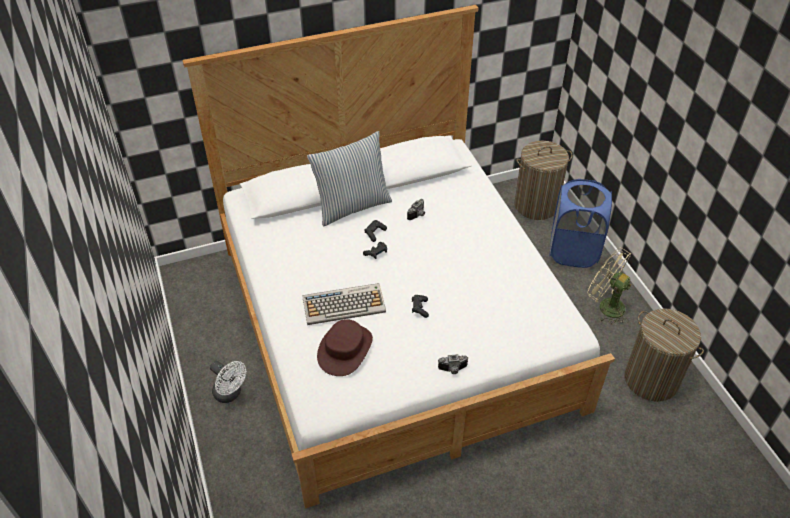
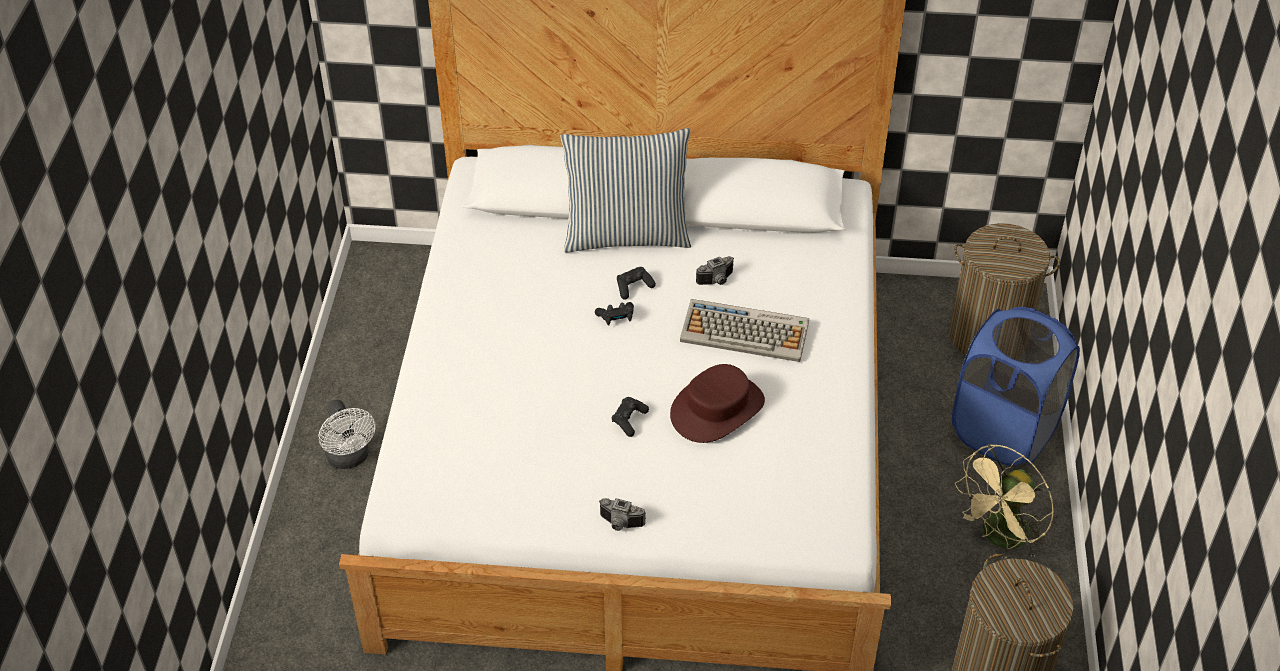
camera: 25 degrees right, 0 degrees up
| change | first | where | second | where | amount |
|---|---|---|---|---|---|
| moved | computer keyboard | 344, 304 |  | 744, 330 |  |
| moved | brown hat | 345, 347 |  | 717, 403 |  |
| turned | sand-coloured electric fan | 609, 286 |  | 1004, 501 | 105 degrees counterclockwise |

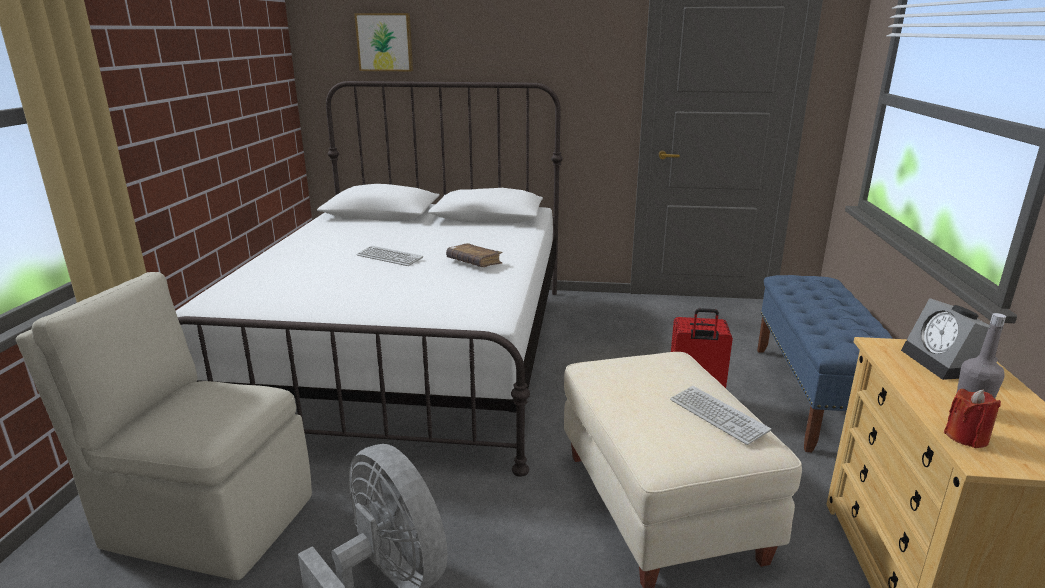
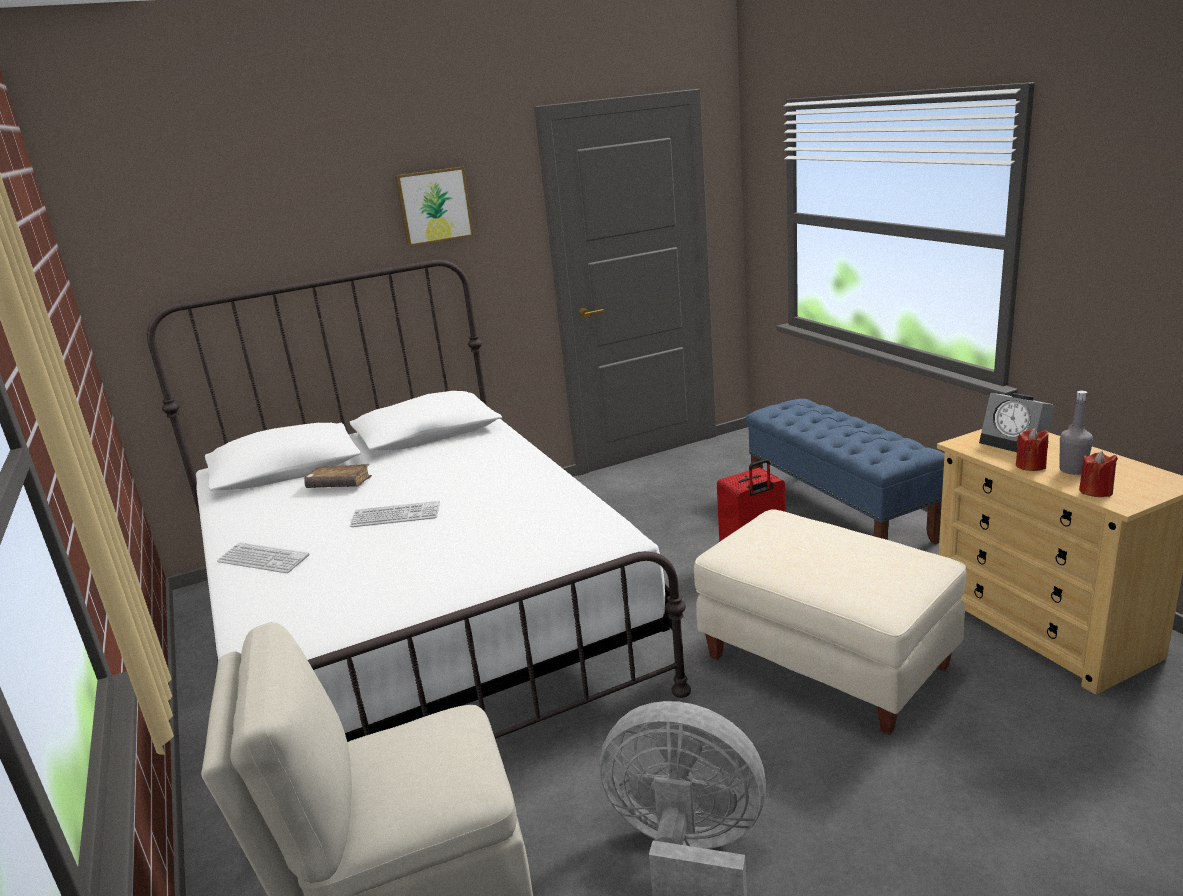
camera: 30 degrees left, 0 degrees up
| change | first | where | second | where | amount |
|---|---|---|---|---|---|
| added |  |  | red candle | 1032, 449 |  |
| moved | wall art | 383, 42 |  | 434, 206 |  |
| moved | brown bound book | 474, 255 |  | 338, 476 |  |
| moved | computer keyboard | 720, 415 |  | 263, 557 |  |

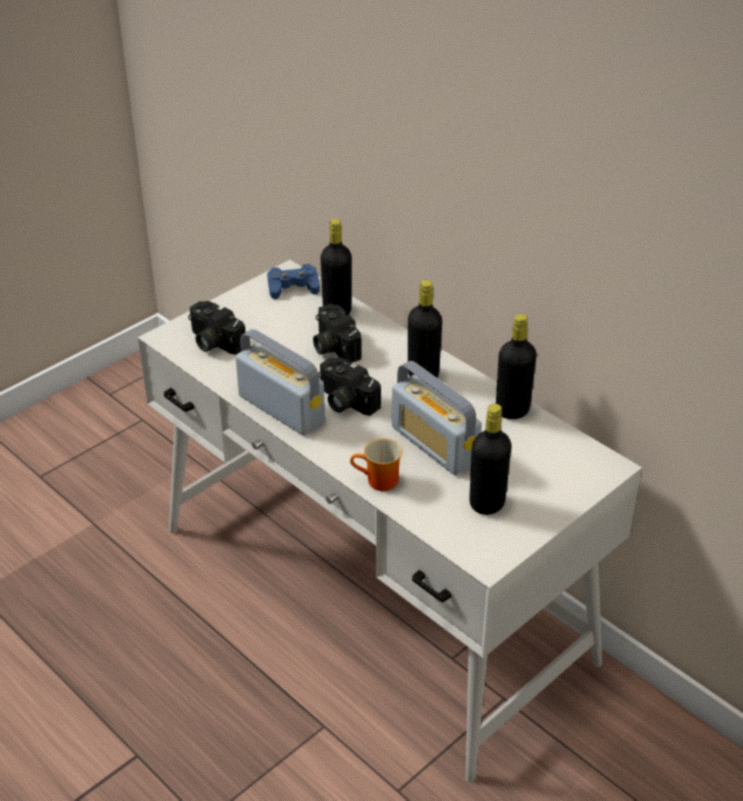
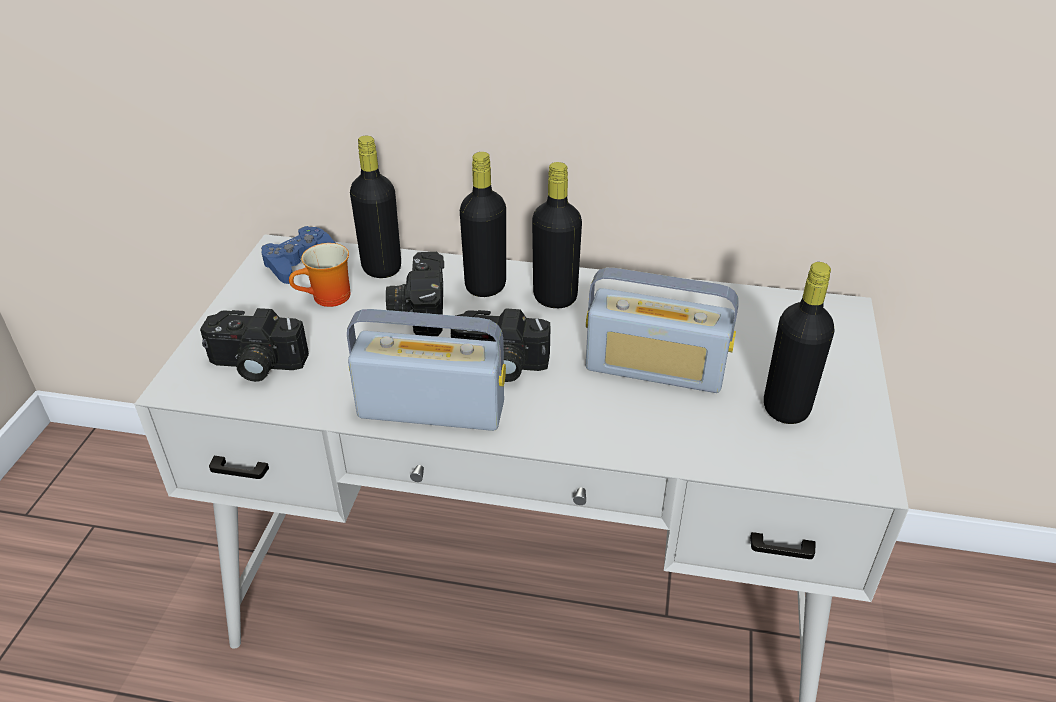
camera: 35 degrees left, 0 degrees up
| change | first | where | second | where | amount |
|---|---|---|---|---|---|
| moved | mug | 376, 464 |  | 320, 275 |  |
| moved | black beverage bottle | 516, 366 |  | 483, 224 |  |
| turned | still camera | 337, 333 |  | 415, 294 | 60 degrees clockwise |

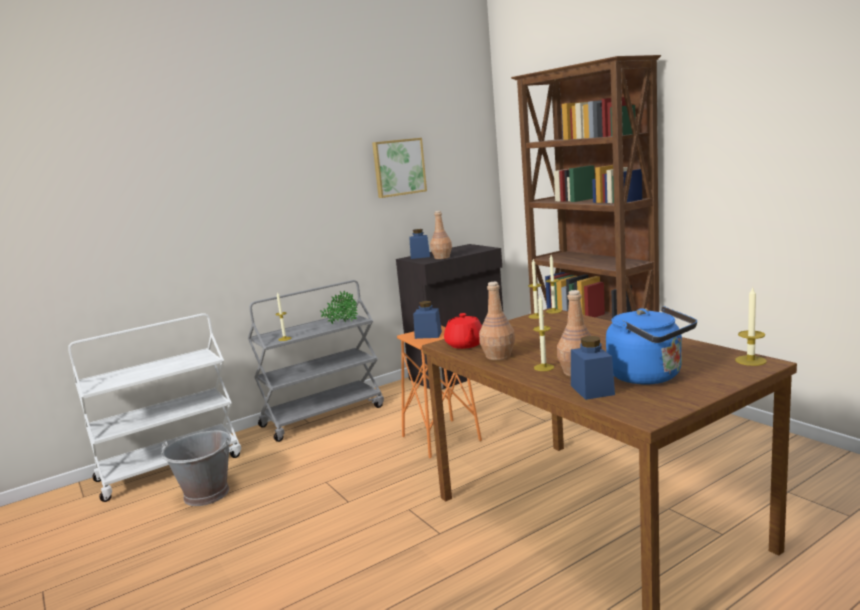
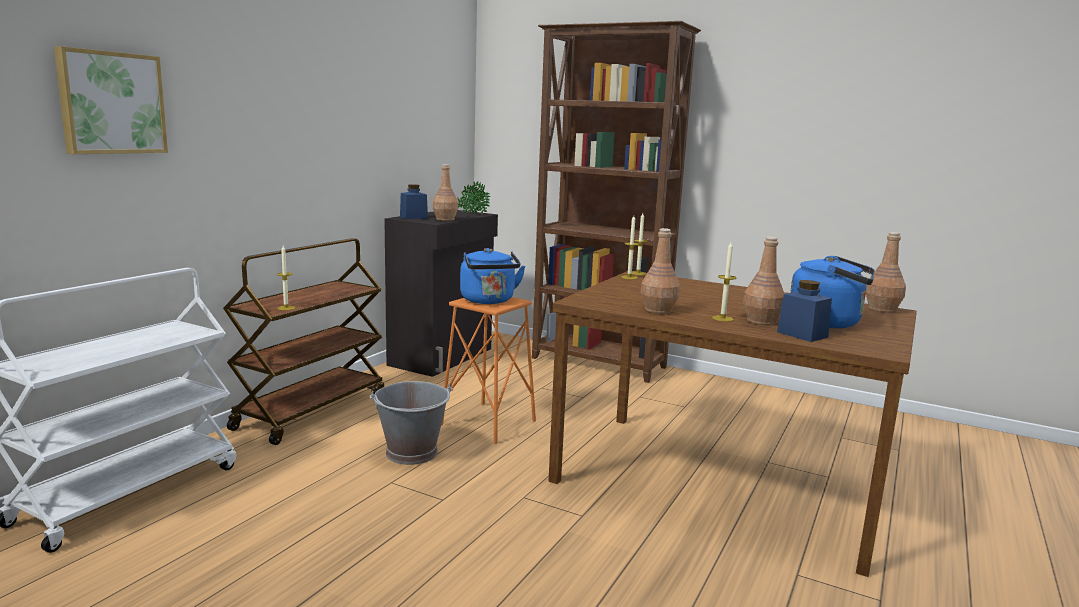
camera: 30 degrees left, 0 degrees up
| change | first | where | second | where | amount |
|---|---|---|---|---|---|
| removed | red pot for tea | 463, 331 |  |  |  |
| moved | greyish bucket | 196, 468 |  | 411, 423 |  |
| moved | potted plant | 339, 307 |  | 473, 198 |  |
| moved | wall art | 399, 168 |  | 111, 100 |  |
| replaced | blue jar | 427, 320 | blue kettle | 493, 276 |  |
| replaced | candle | 751, 327 | brown beverage bottle | 886, 272 |  |
| recoloured | greyish cart | 316, 361 | brown cart | 303, 341 |  |

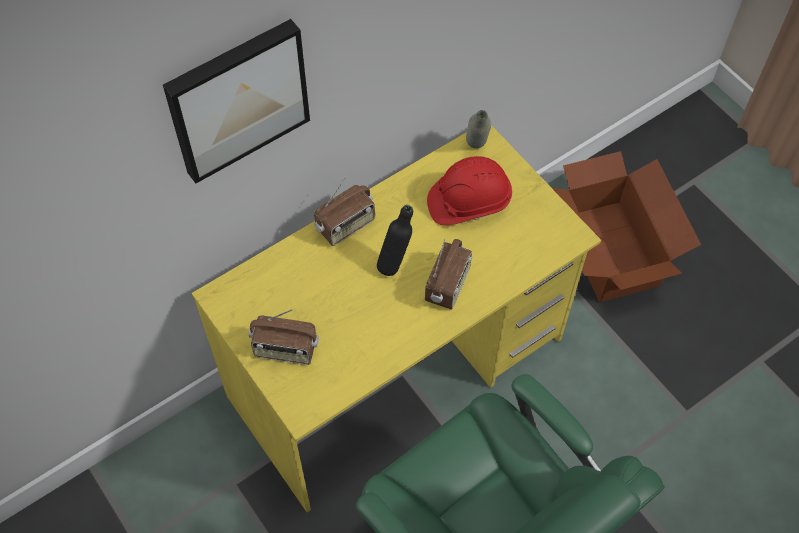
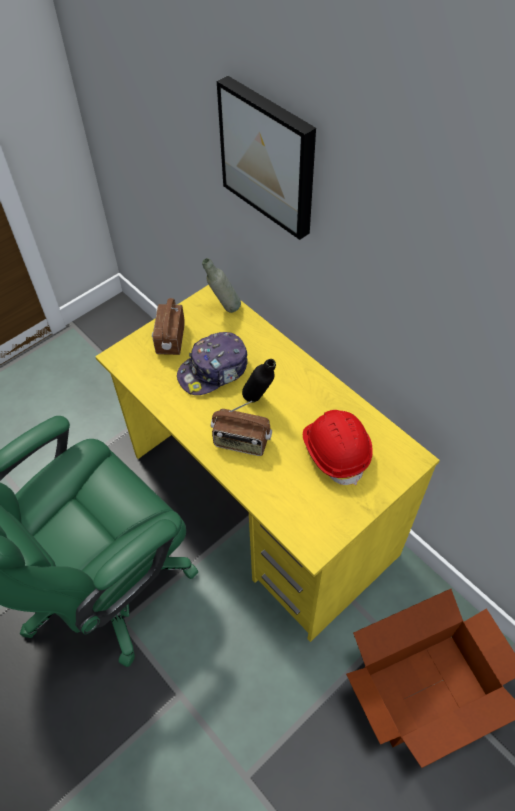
camera: 85 degrees right, 5 degrees down
| change | first | where | second | where | amount |
|---|---|---|---|---|---|
| removed | radio | 344, 211 |  |  |  |
| added |  |  | baseball cap | 212, 363 |  |
| moved | greyish beverage bottle | 478, 129 |  | 221, 285 |  |

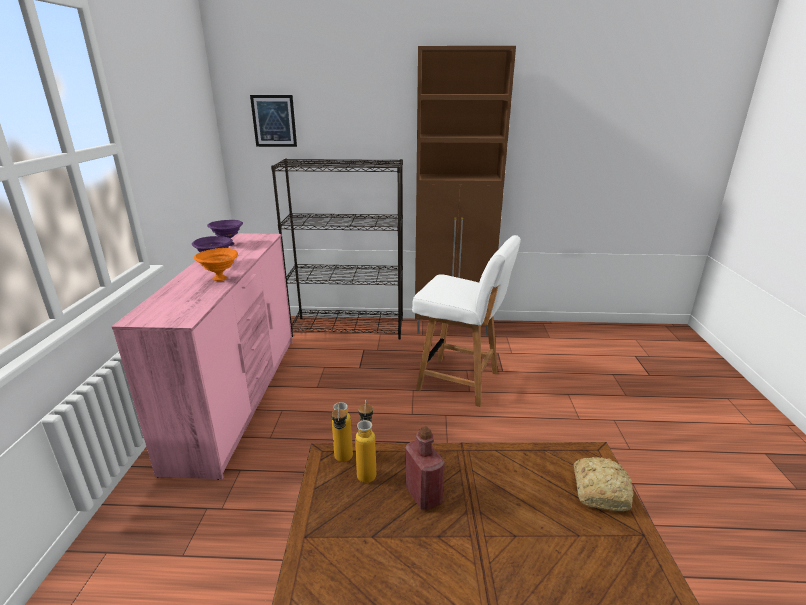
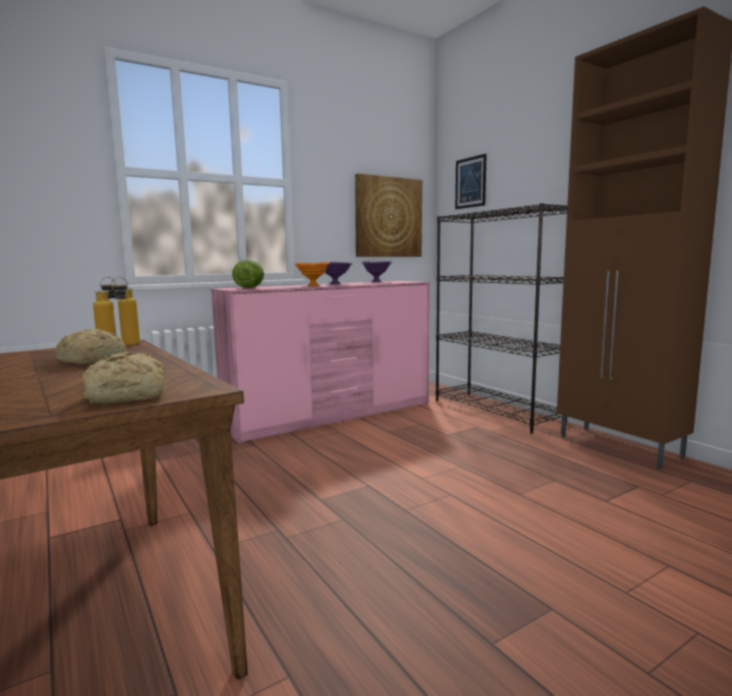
camera: 55 degrees right, 15 degrees down
| change | first | where | second | where | amount |
|---|---|---|---|---|---|
| removed | whitish chair | 466, 321 |  |  |  |
| added |  |  | lettuce head | 248, 273 |  |
| added |  |  | wall art | 388, 215 |  |
| replaced | red beverage bottle | 425, 468 | bread | 91, 346 |  |

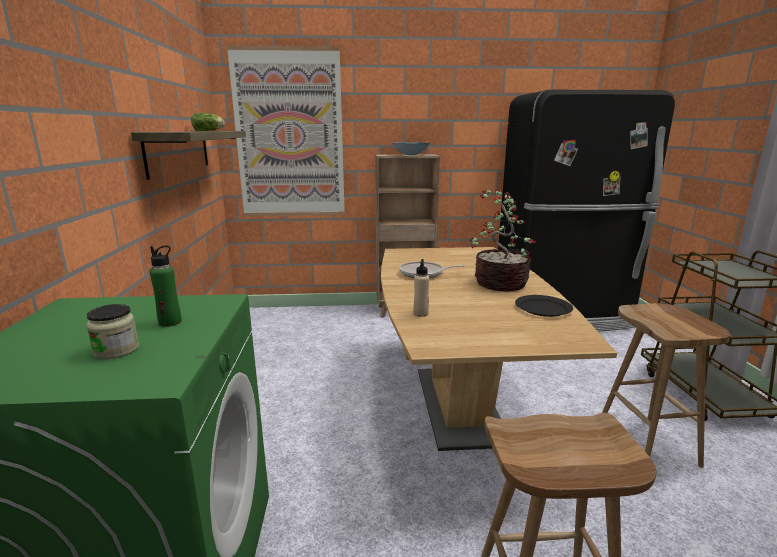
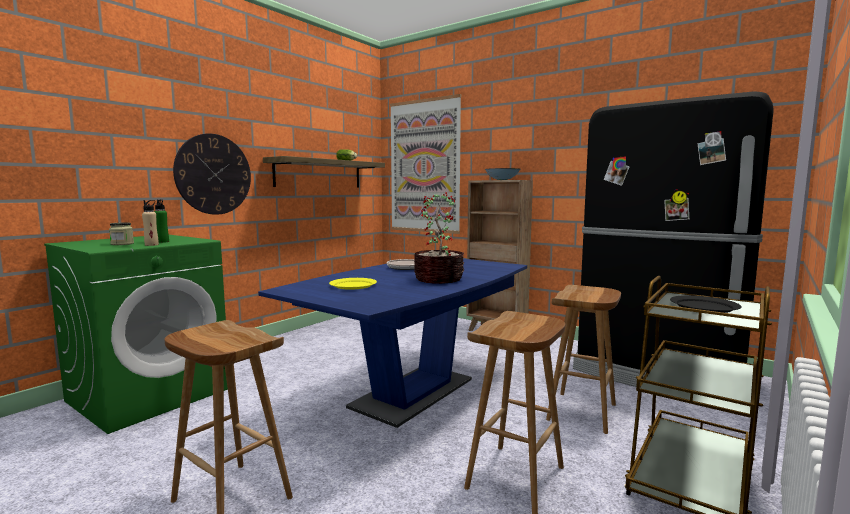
camera: 40 degrees right, 10 degrees down
| change | first | where | second | where | amount |
|---|---|---|---|---|---|
| added |  |  | hanging clock | 212, 174 |  |
| added |  |  | yellow dinner plate | 353, 284 |  |
| added |  |  | brown sitting stool | 583, 359 |  |
| moved | sand-coloured beverage bottle | 421, 288 |  | 150, 223 |  |
| moved | black dinner plate | 544, 306 |  | 706, 304 |  |
| recoloured | brown dining table | 499, 349 | blue dining table | 392, 343 |  |

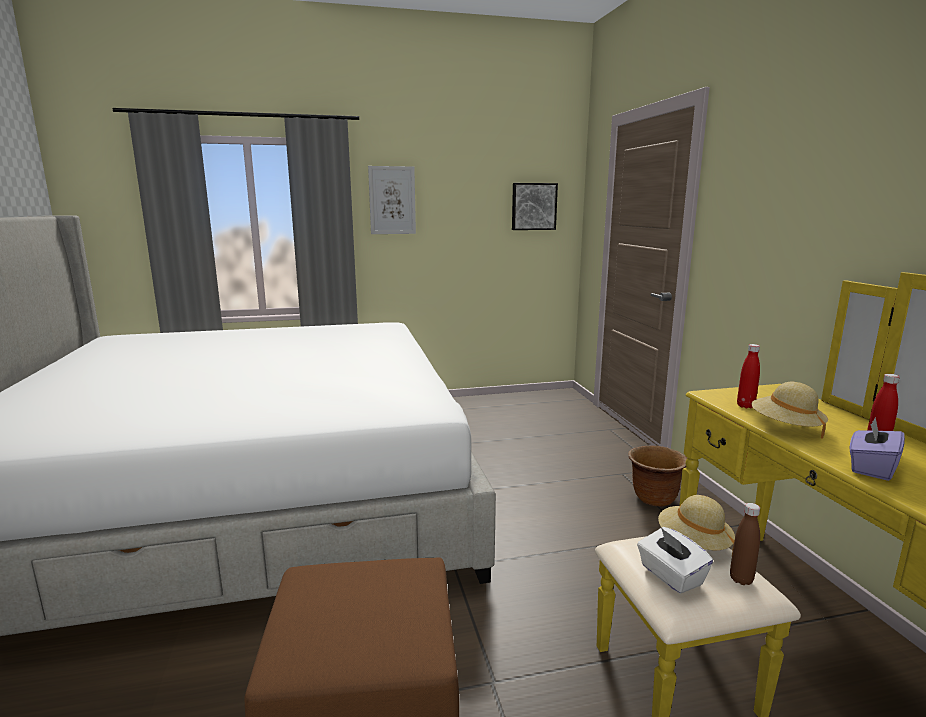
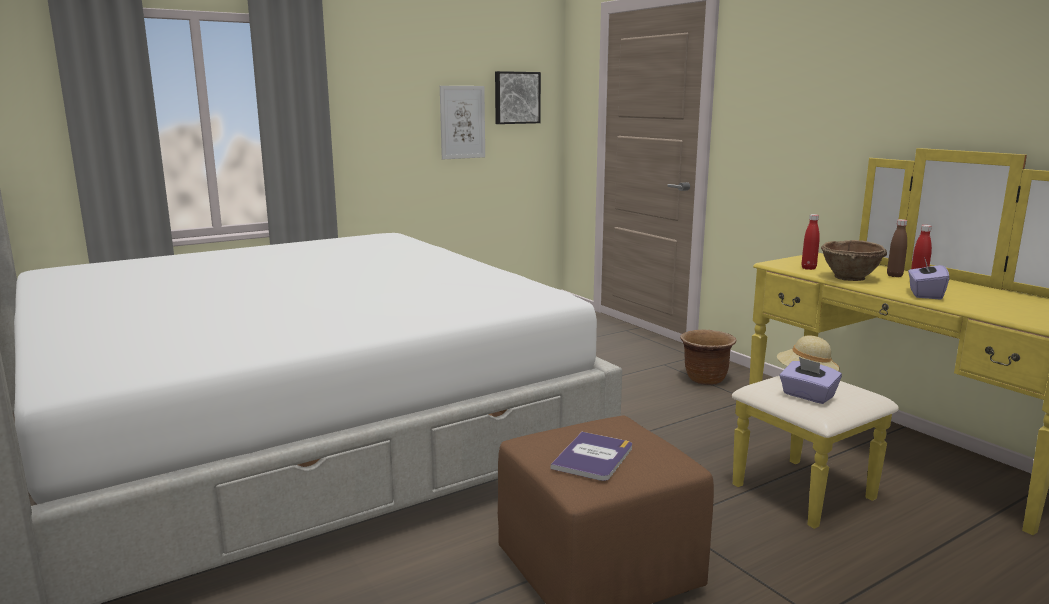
camera: 20 degrees left, 0 degrees up
| change | first | where | second | where | amount |
|---|---|---|---|---|---|
| added |  |  | bound book | 591, 456 |  |
| moved | wall art | 392, 200 |  | 462, 122 |  |
| moved | brown beverage bottle | 745, 544 |  | 897, 248 |  |
| replaced | sand-coloured hat | 789, 410 | brown bowl | 854, 260 |  |
| recoloured | whitish tissue box | 675, 560 | purple-coloured tissue box | 811, 380 |  |

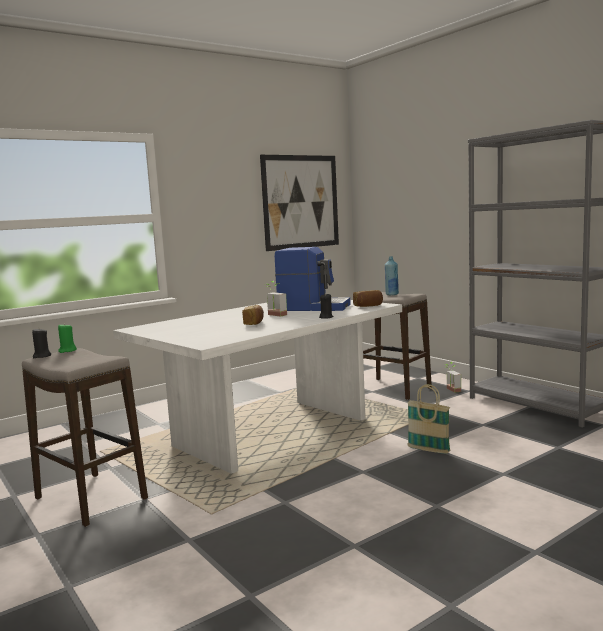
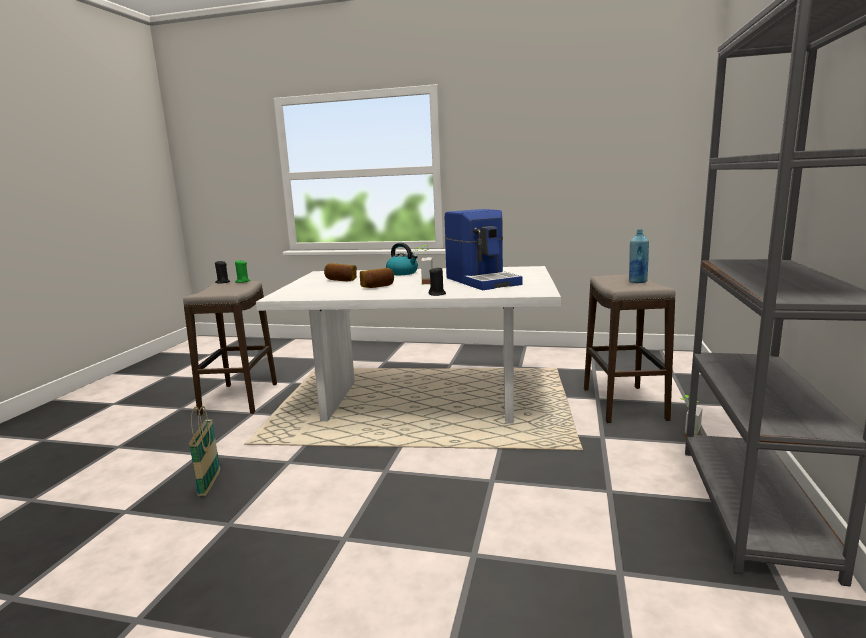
camera: 50 degrees right, 5 degrees up
| change | first | where | second | where | amount |
|---|---|---|---|---|---|
| removed | wall art | 299, 203 |  |  |  |
| added |  |  | kettle | 402, 259 |  |
| moved | bread | 368, 298 |  | 340, 272 |  |
| moved | household basket | 428, 419 |  | 204, 451 |  |

